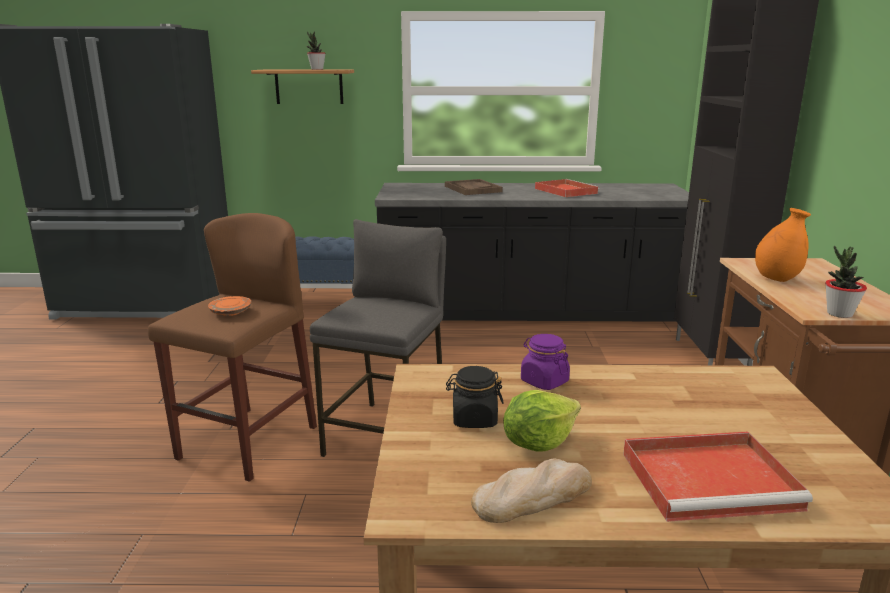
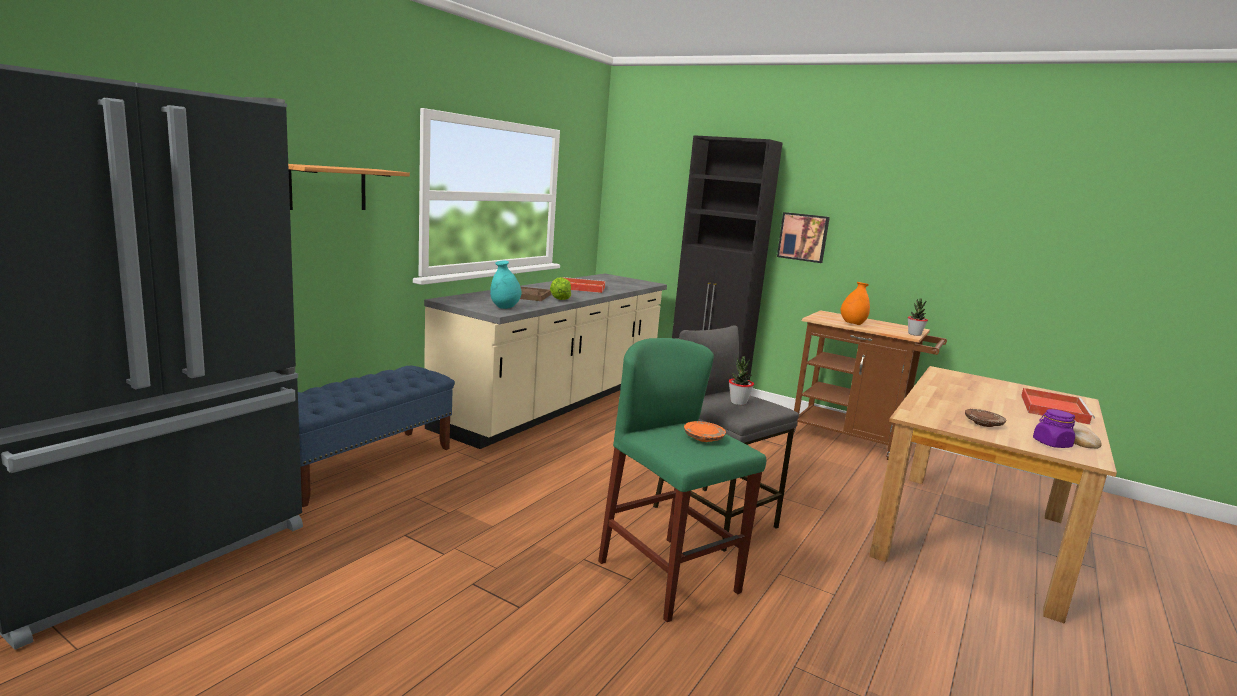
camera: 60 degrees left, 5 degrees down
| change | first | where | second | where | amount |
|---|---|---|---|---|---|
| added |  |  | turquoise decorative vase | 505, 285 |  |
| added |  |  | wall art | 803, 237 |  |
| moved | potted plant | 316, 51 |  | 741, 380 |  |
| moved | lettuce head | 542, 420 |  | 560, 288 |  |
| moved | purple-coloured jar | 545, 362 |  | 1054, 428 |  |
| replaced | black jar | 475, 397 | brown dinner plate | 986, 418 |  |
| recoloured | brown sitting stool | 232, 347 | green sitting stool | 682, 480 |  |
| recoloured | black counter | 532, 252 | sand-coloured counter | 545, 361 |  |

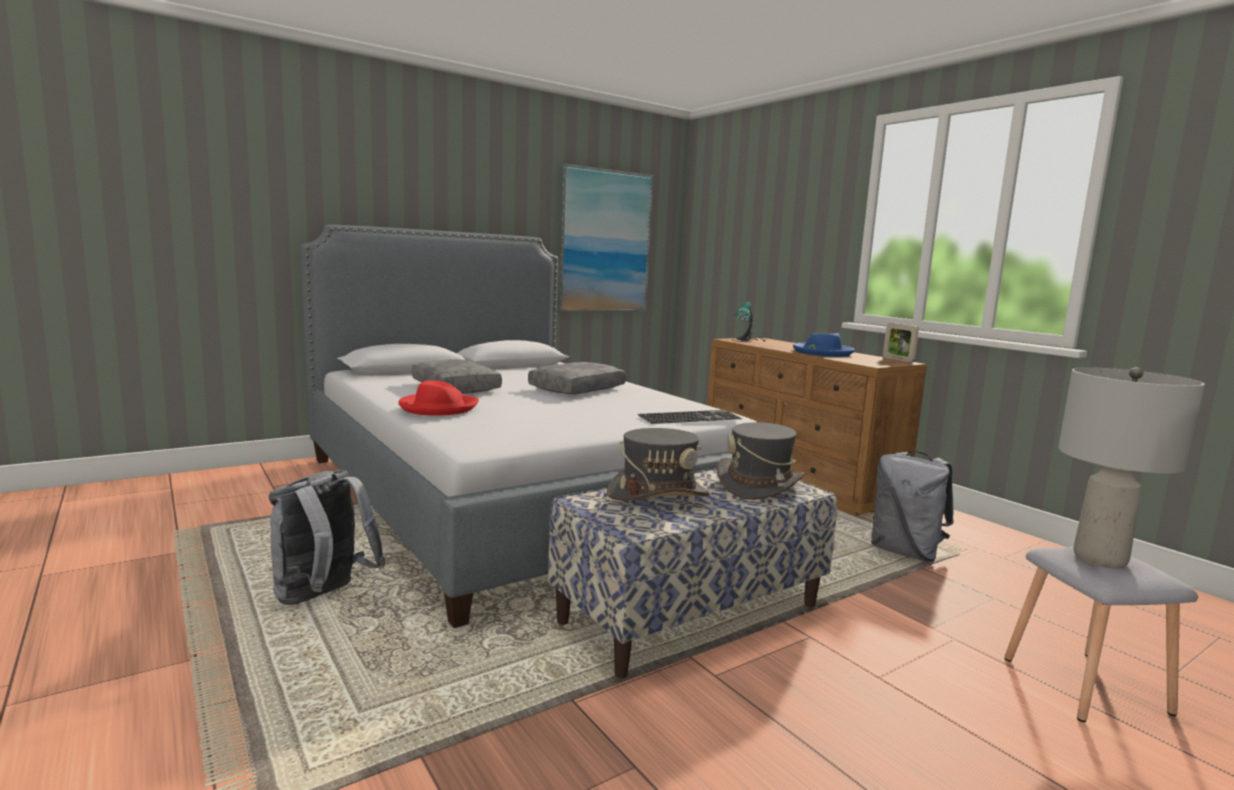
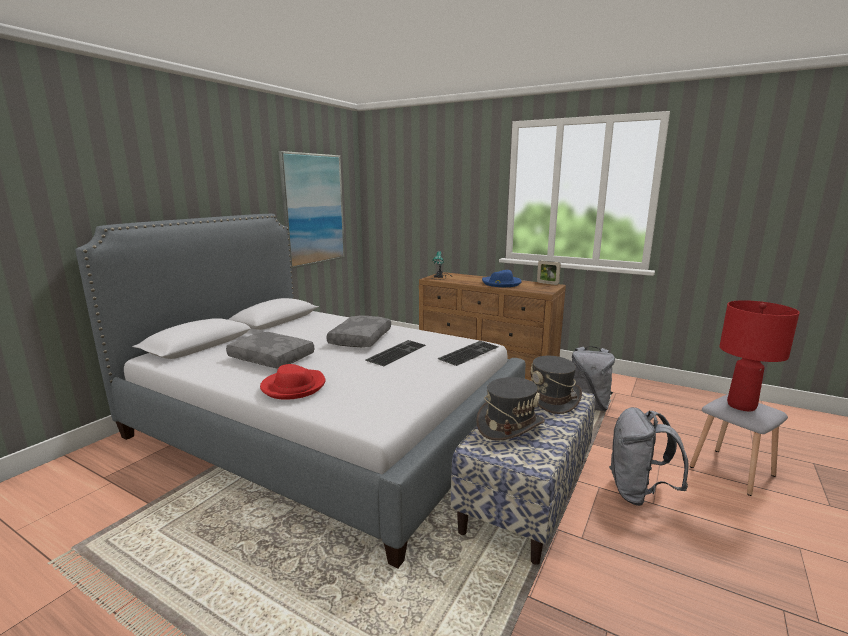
camera: 25 degrees left, 5 degrees up
| change | first | where | second | where | amount |
|---|---|---|---|---|---|
| added |  |  | computer keyboard | 395, 353 |  |
| moved | greyish knapsack | 327, 537 |  | 648, 456 |  |
| recoloured | greyish tabletop lamp | 1131, 468 | red tabletop lamp | 760, 355 |  |

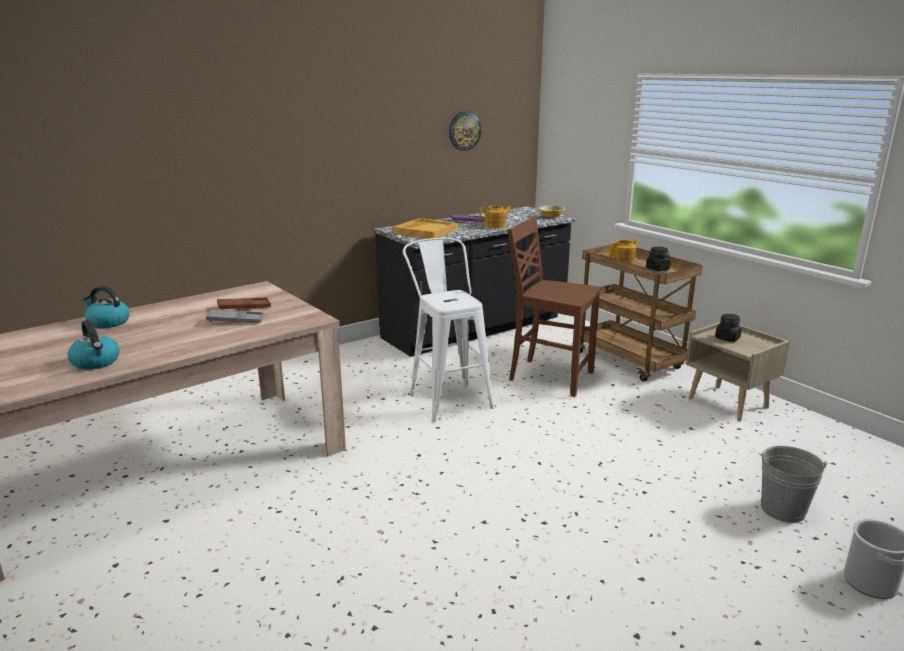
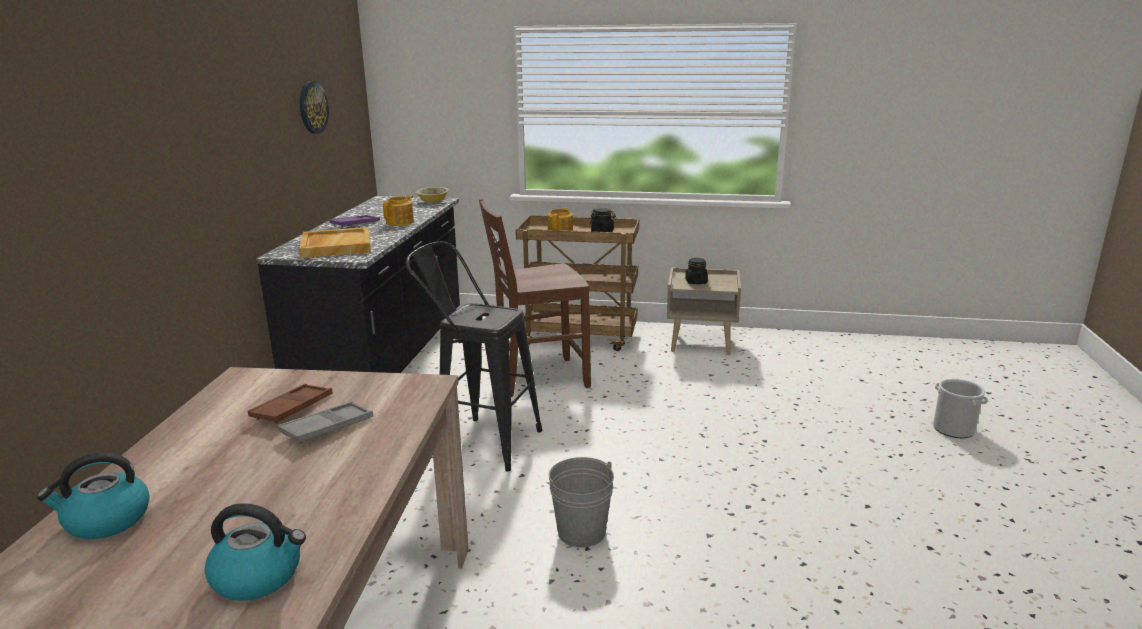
camera: 45 degrees left, 0 degrees up
| change | first | where | second | where | amount |
|---|---|---|---|---|---|
| moved | greyish bucket | 793, 484 |  | 580, 502 |  |
| recoloured | whitish sitting stool | 448, 330 | black sitting stool | 473, 356 |  |

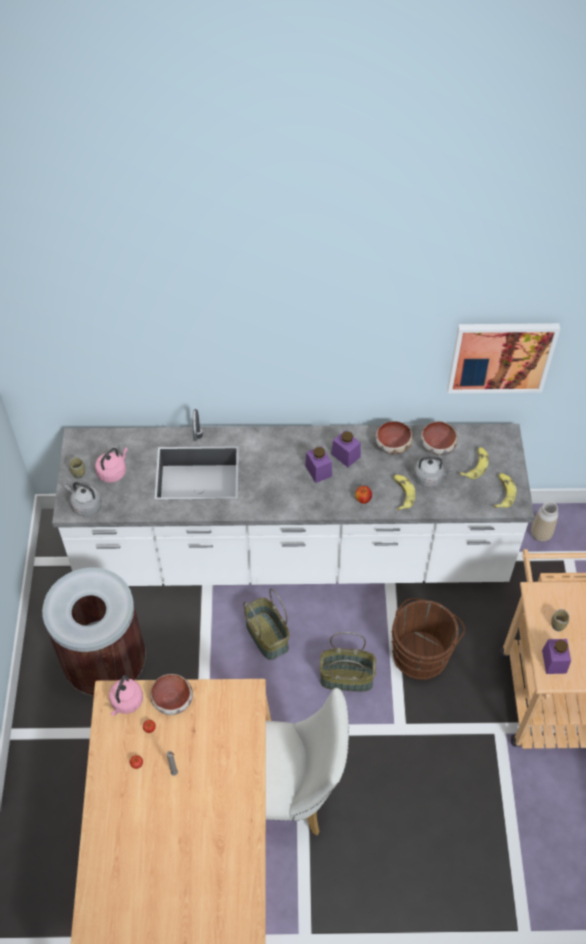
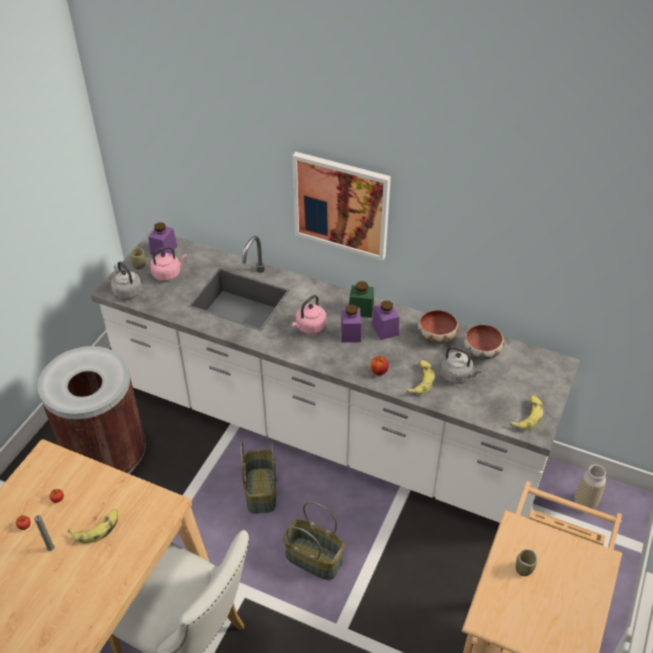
camera: 25 degrees right, 10 degrees down
| change | first | where | second | where | amount |
|---|---|---|---|---|---|
| removed | bowl | 171, 694 |  |  |  |
| removed | brown bucket | 428, 639 |  |  |  |
| added |  |  | green jar | 361, 299 |  |
| moved | pink kettle | 126, 695 |  | 308, 314 |  |
| moved | wall art | 503, 358 |  | 341, 206 |  |
| moved | whole banana | 474, 463 |  | 93, 526 |  |
| moved | purple-coloured jar | 556, 656 |  | 162, 239 |  |

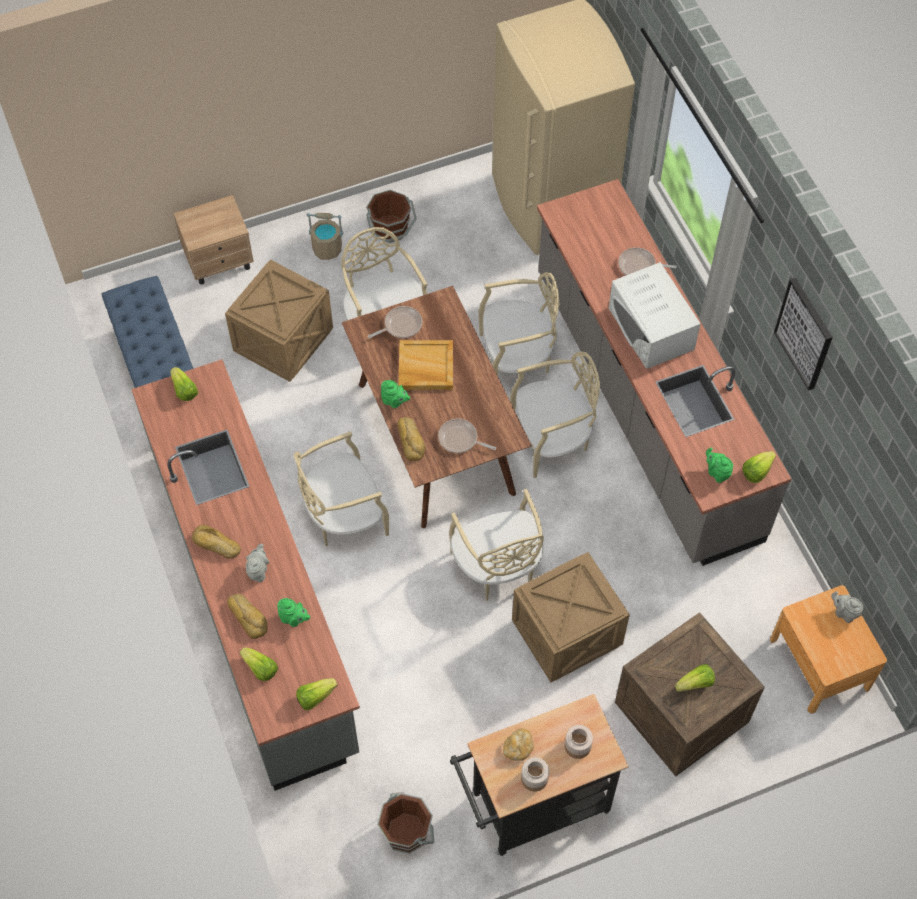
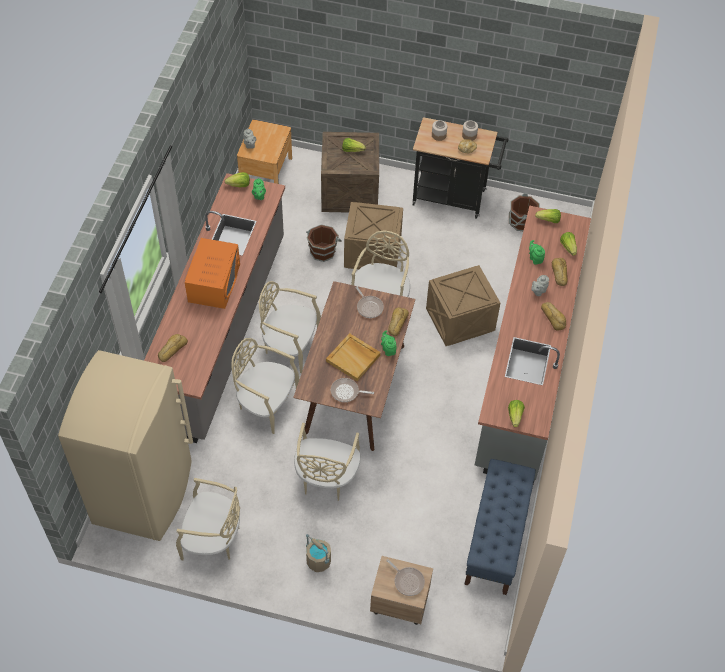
camera: 145 degrees left, 5 degrees down
| change | first | where | second | where | amount |
|---|---|---|---|---|---|
| removed | wall art | 803, 334 |  |  |  |
| added |  |  | bread | 173, 348 |  |
| moved | crate | 279, 321 |  | 463, 305 |  |
| moved | sand-coloured chair | 341, 488 |  | 208, 519 |  |
| moved | brown bucket | 391, 216 |  | 324, 243 |  |
| moved | frying pan | 647, 261 |  | 406, 577 |  |
| recoloured | whitish kitchen microwave | 654, 315 | orange kitchen microwave | 212, 273 |  |

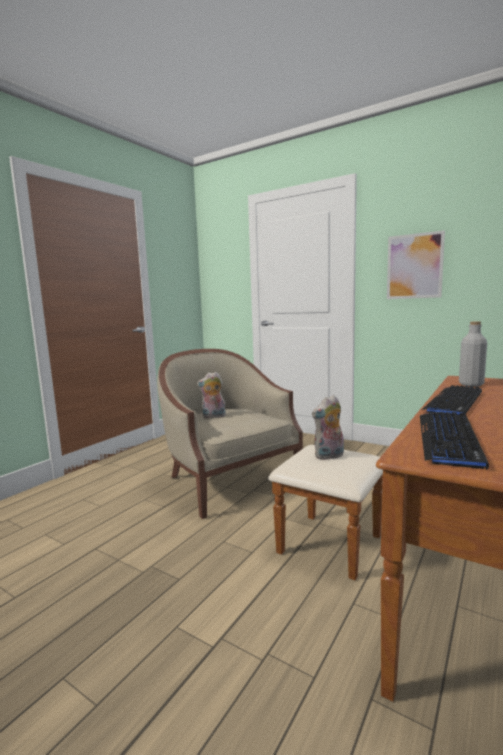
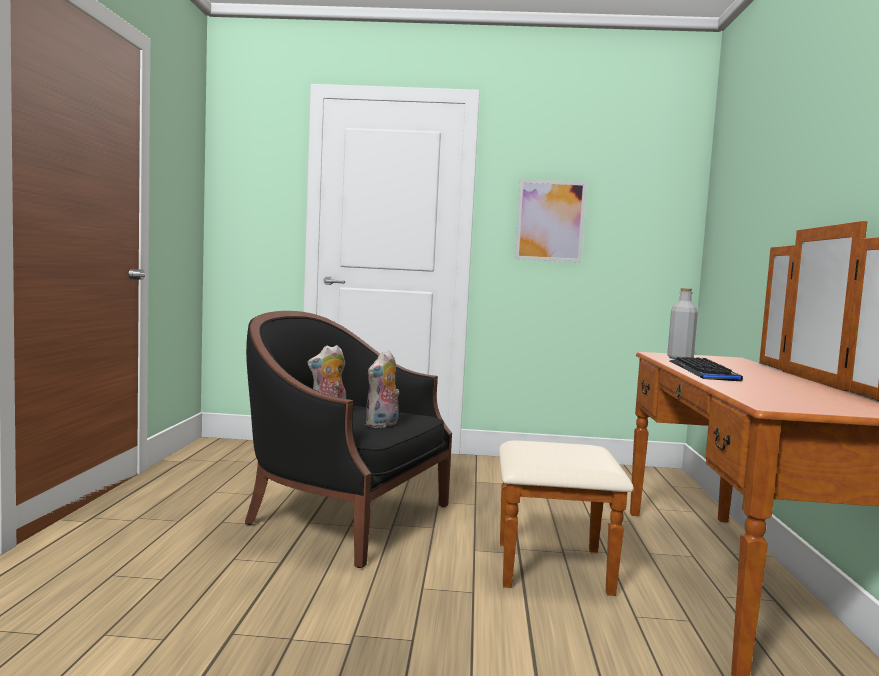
camera: 30 degrees left, 5 degrees down
| change | first | where | second | where | amount |
|---|---|---|---|---|---|
| removed | computer keyboard | 454, 441 |  |  |  |
| moved | plush toy | 328, 427 |  | 382, 389 |  |
| recoloured | sand-coloured lounge chair | 230, 434 | black lounge chair | 348, 439 |  |

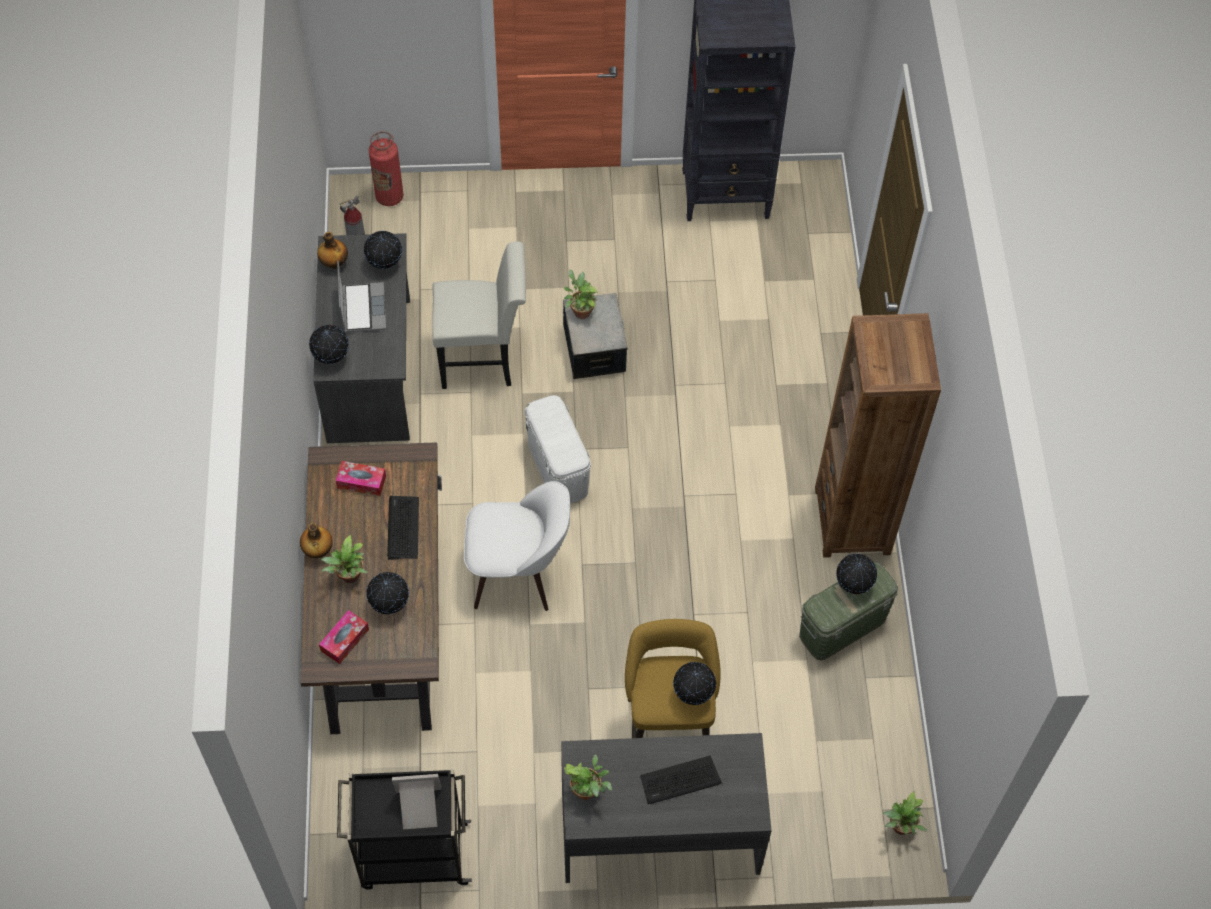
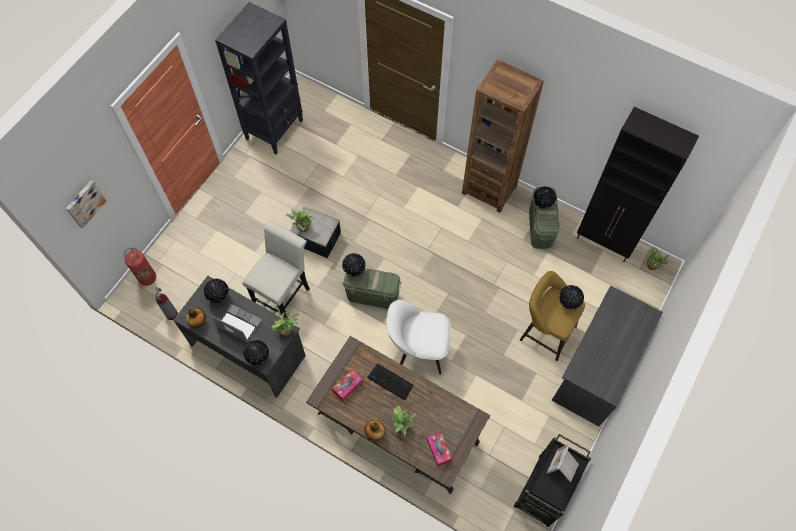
camera: 55 degrees left, 5 degrees up
| change | first | where | second | where | amount |
|---|---|---|---|---|---|
| removed | computer keyboard | 681, 780 |  |  |  |
| added |  |  | wall art | 86, 204 |  |
| added |  |  | black cabinet | 638, 184 |  |
| moved | world globe | 388, 593 |  | 353, 264 |  |
| moved | potted plant | 588, 777 |  | 285, 323 |  |
| recoloured | whitish storage container | 557, 449 | green storage container | 372, 288 |  |
| turned | whitish chair | 517, 546 |  | 418, 337 | 120 degrees counterclockwise |

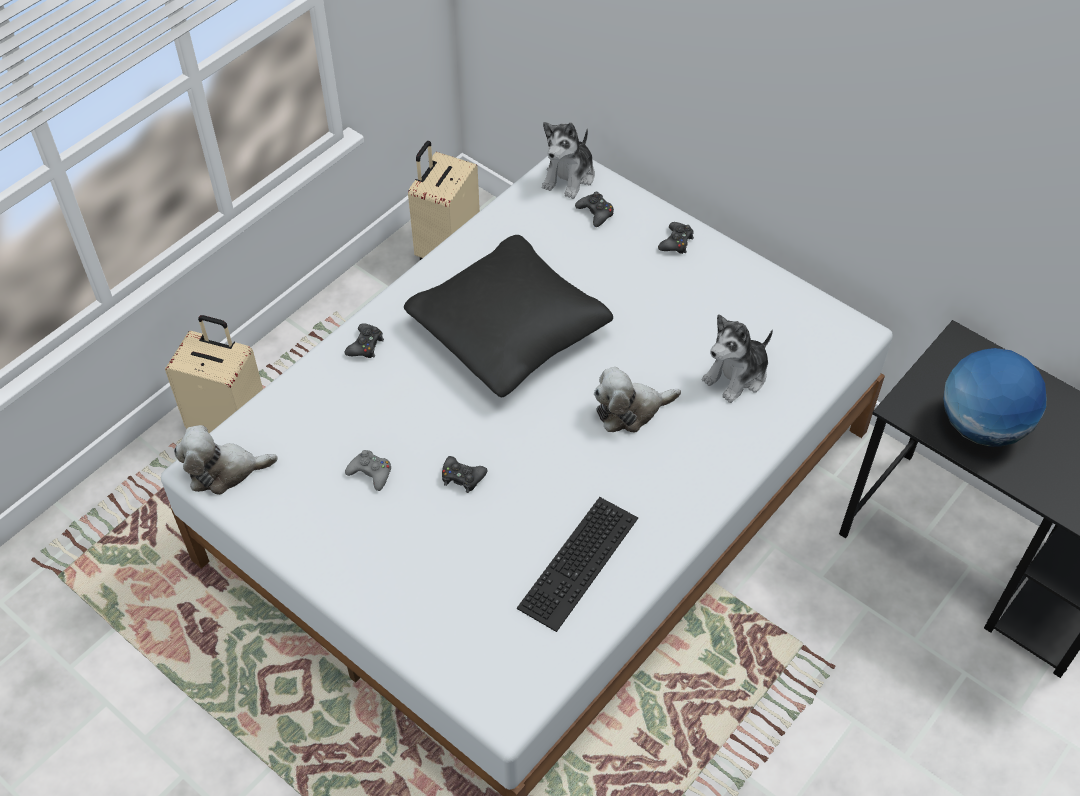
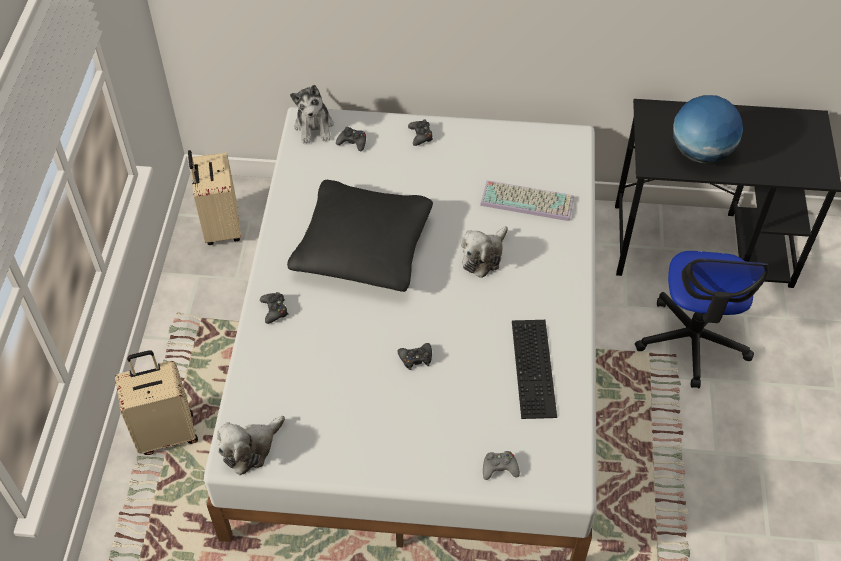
camera: 35 degrees left, 0 degrees up
| change | first | where | second | where | amount |
|---|---|---|---|---|---|
| added |  |  | desk chair | 702, 319 |  |
| moved | greyish gamepad | 368, 470 |  | 501, 465 |  |
| replaced | plush toy | 737, 358 | computer keyboard | 527, 200 |  |

